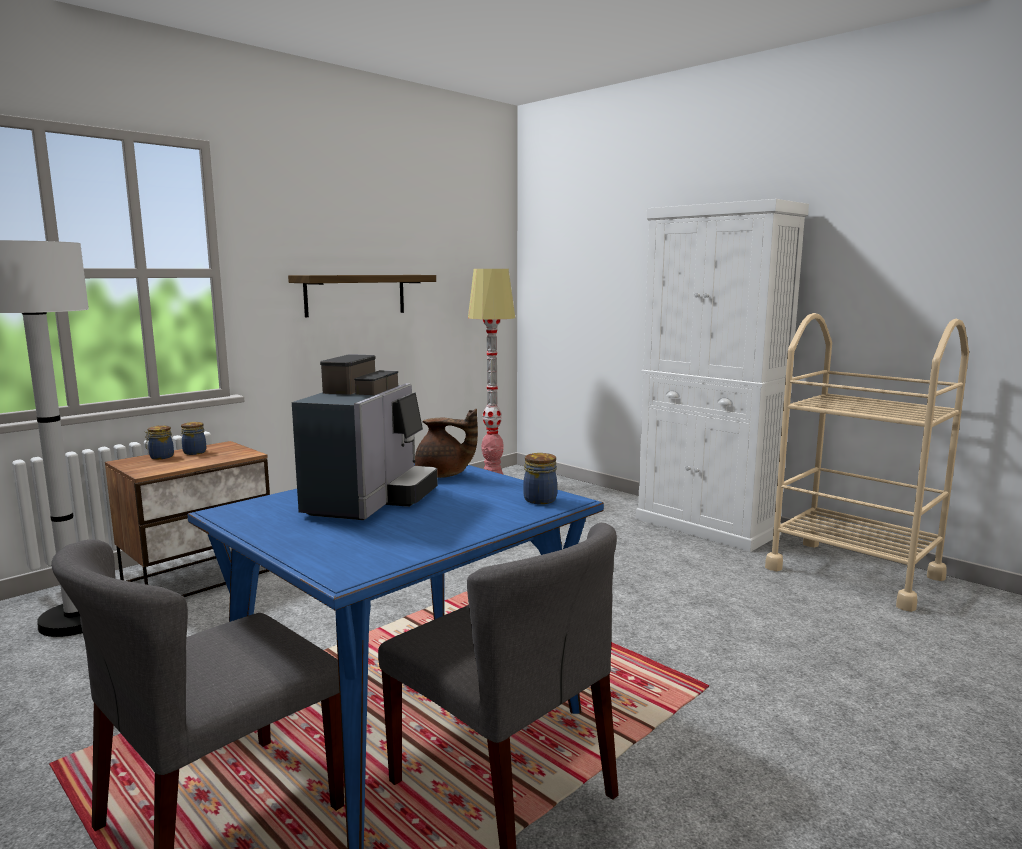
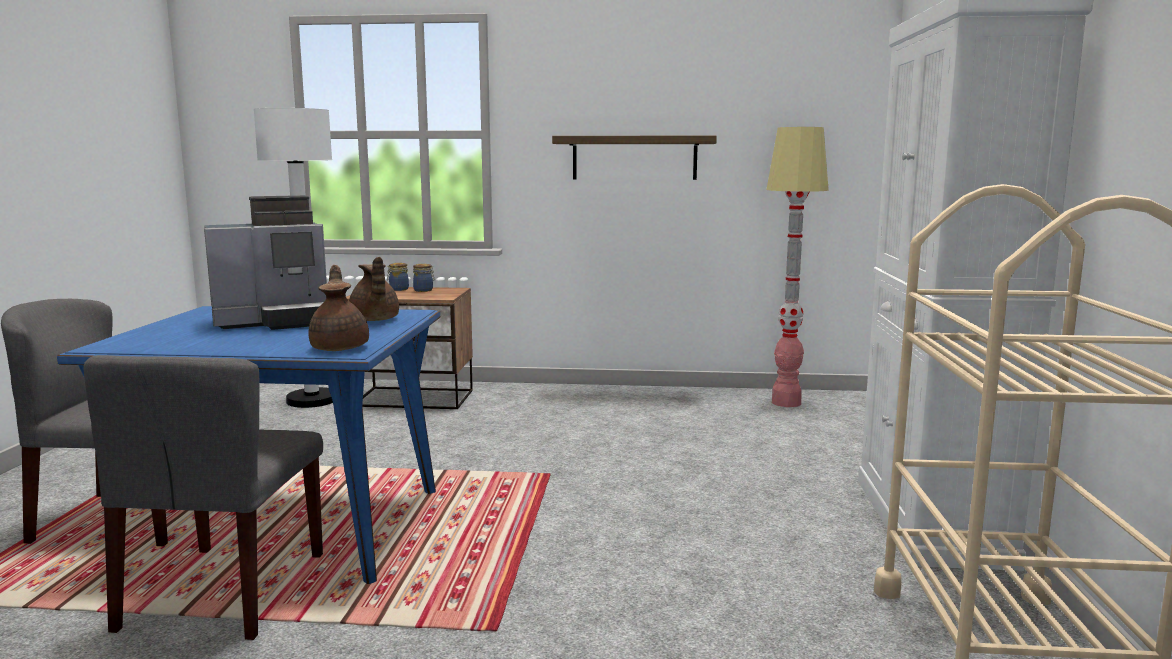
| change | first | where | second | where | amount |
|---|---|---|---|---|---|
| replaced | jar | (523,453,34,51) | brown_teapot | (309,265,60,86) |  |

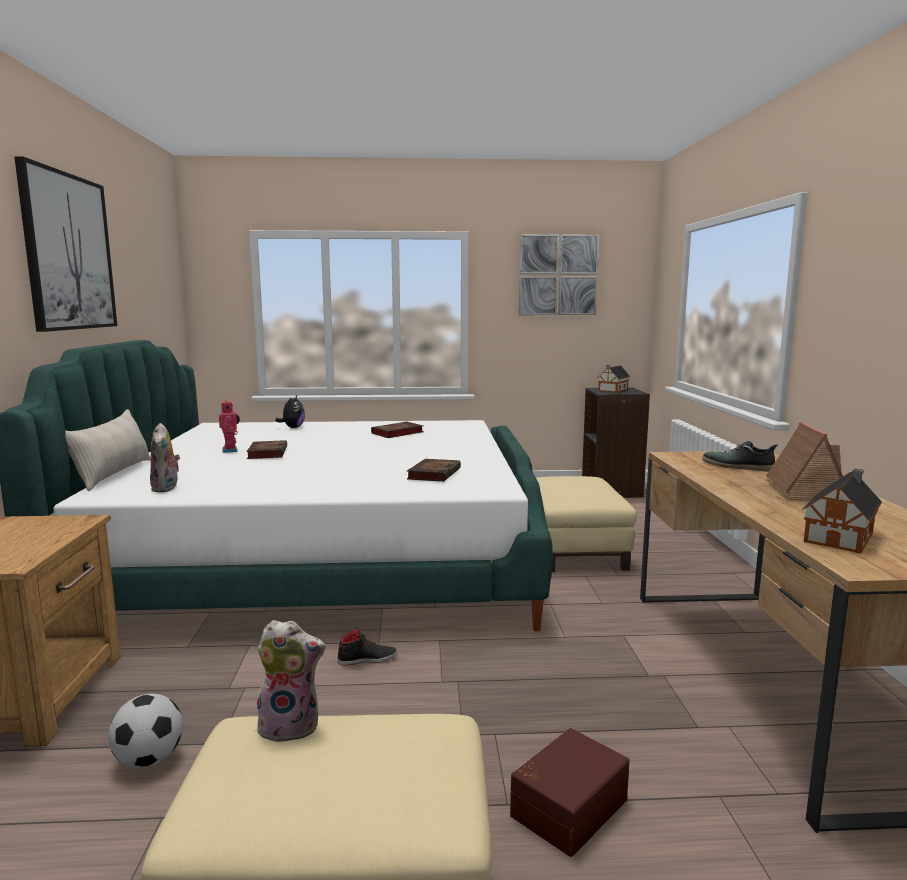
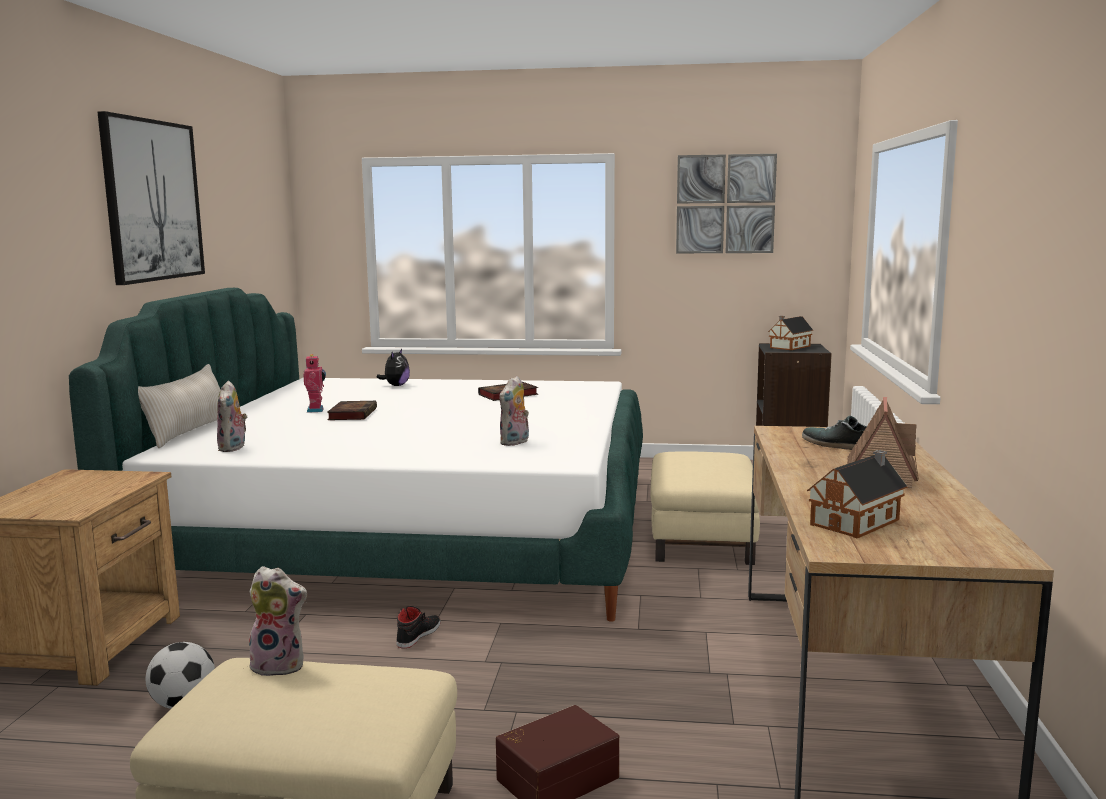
| change | first | where | second | where | amount |
|---|---|---|---|---|---|
| replaced | book | (407,459,54,23) | plush_toy | (499,376,30,70) |  |
| turned | black_shoe | (338,628,60,38) |  | (396,606,45,42) | 60 degrees counterclockwise |

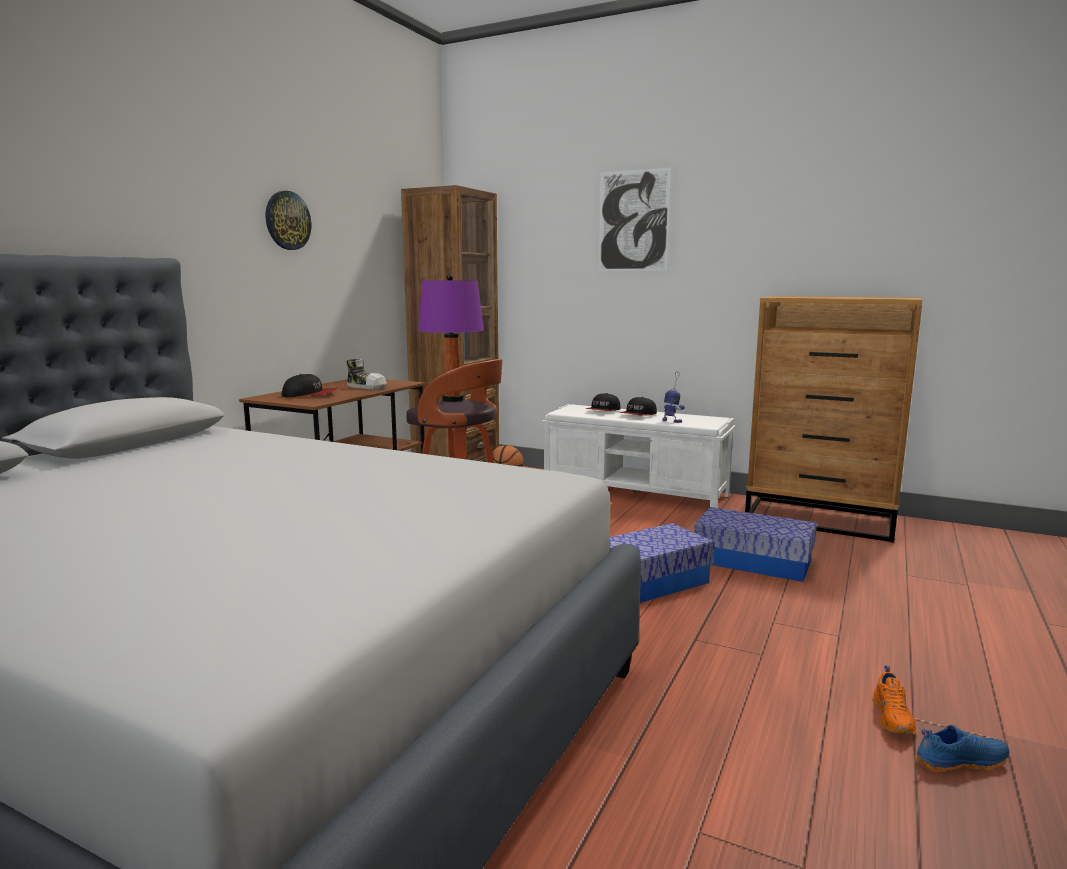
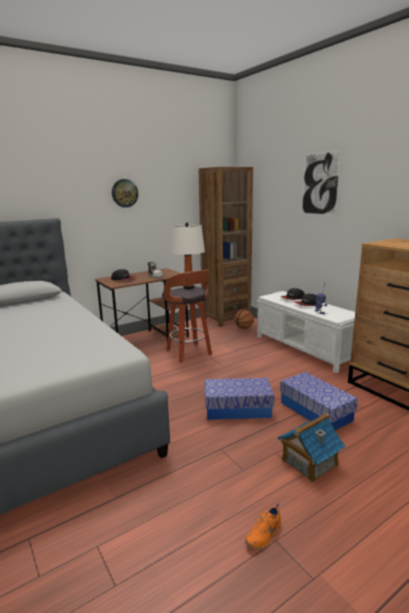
| change | first | where | second | where | amount |
|---|---|---|---|---|---|
| recoloured | purple_table_lamp | (418,274,66,128) | white_table_lamp | (171,222,34,67) |  |
| removed | blue_shoe | (915,725,94,48) |  |  |  |
| added |  |  | toy_house | (278,413,67,70) |  |

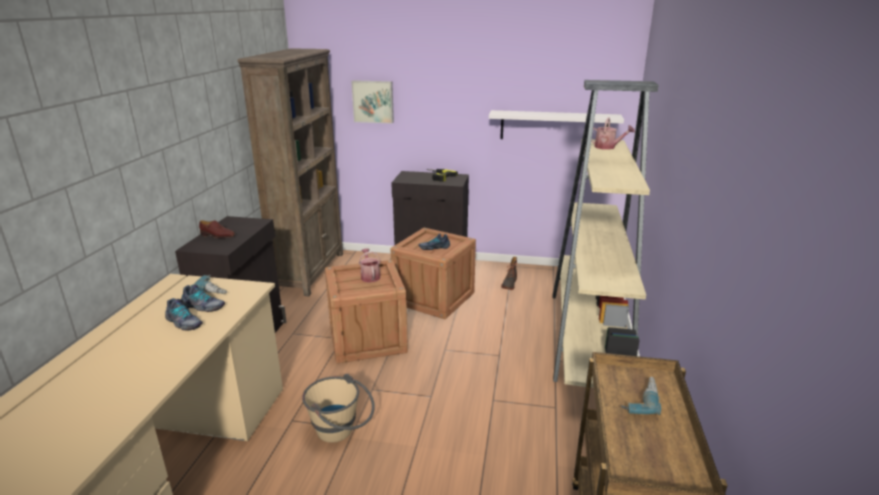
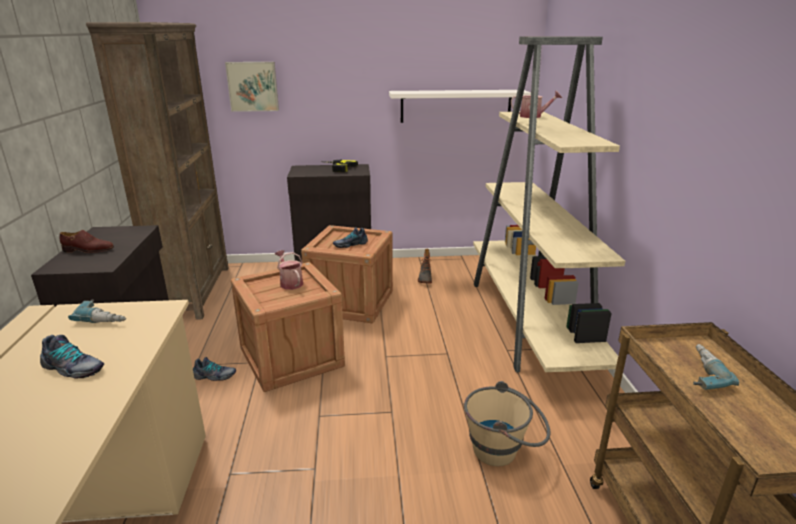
| change | first | where | second | where | amount |
|---|---|---|---|---|---|
| moved | shoe | (181,285,44,27) |  | (193,357,43,24) |  |
| moved | beige_bucket | (302,374,73,69) |  | (464,381,86,85) |  |

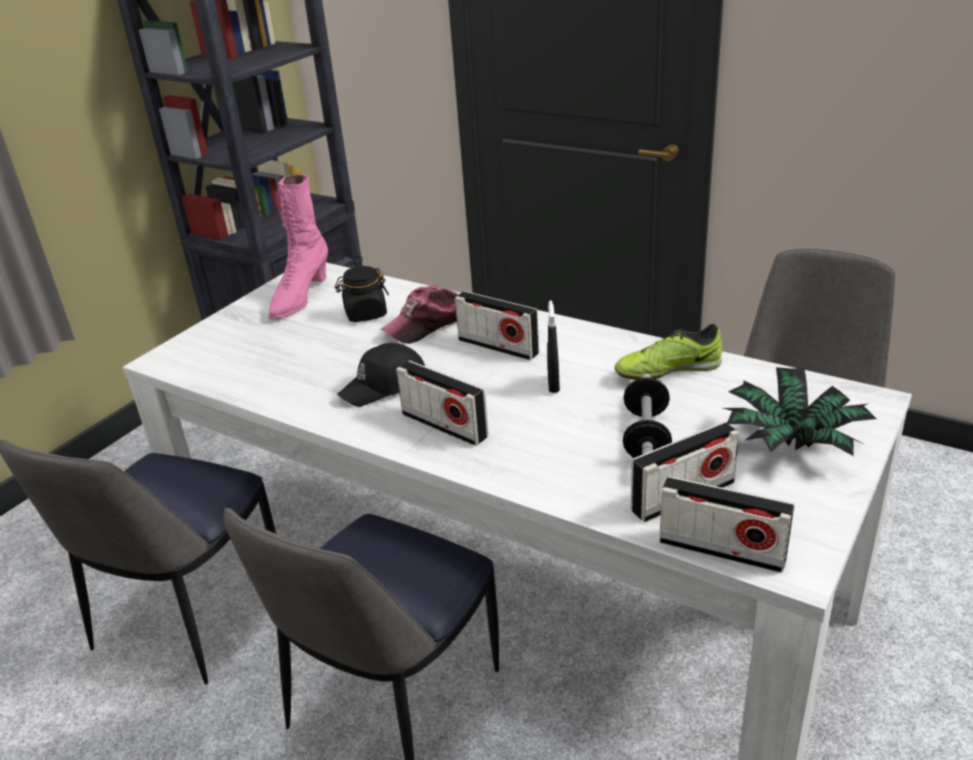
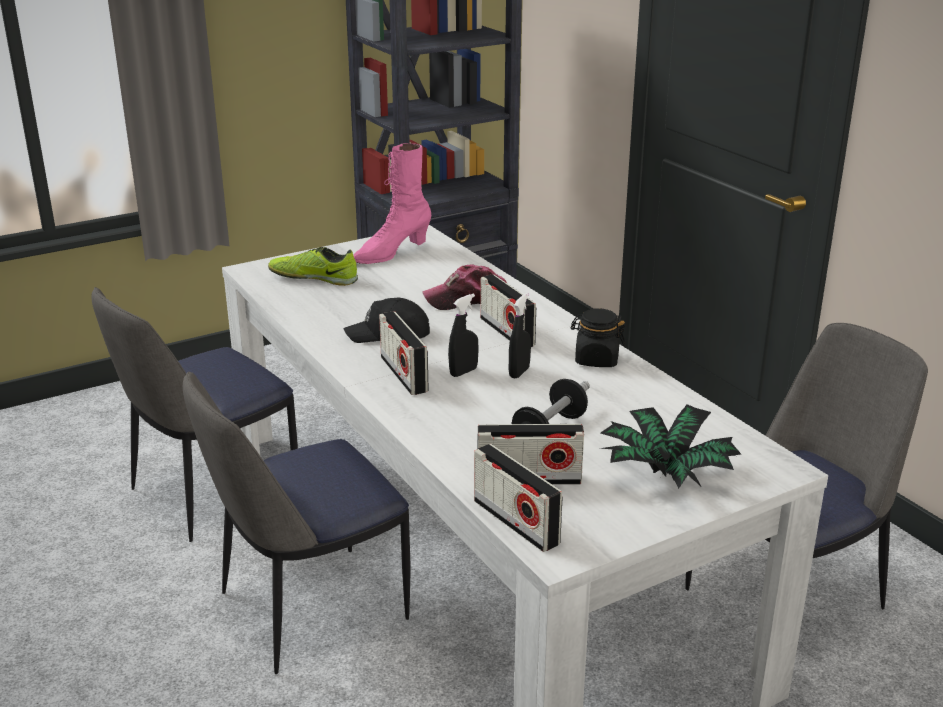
| change | first | where | second | where | amount |
|---|---|---|---|---|---|
| moved | black_jar | (335,266,54,56) |  | (570,308,56,59) |  |
| moved | shoe | (615,324,107,56) |  | (268,247,90,39) |  |
| added |  |  | black_spray_bottle | (448,294,31,83) |  |

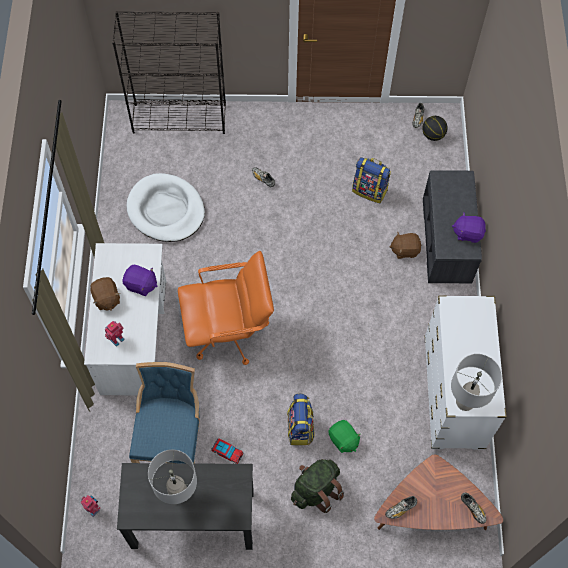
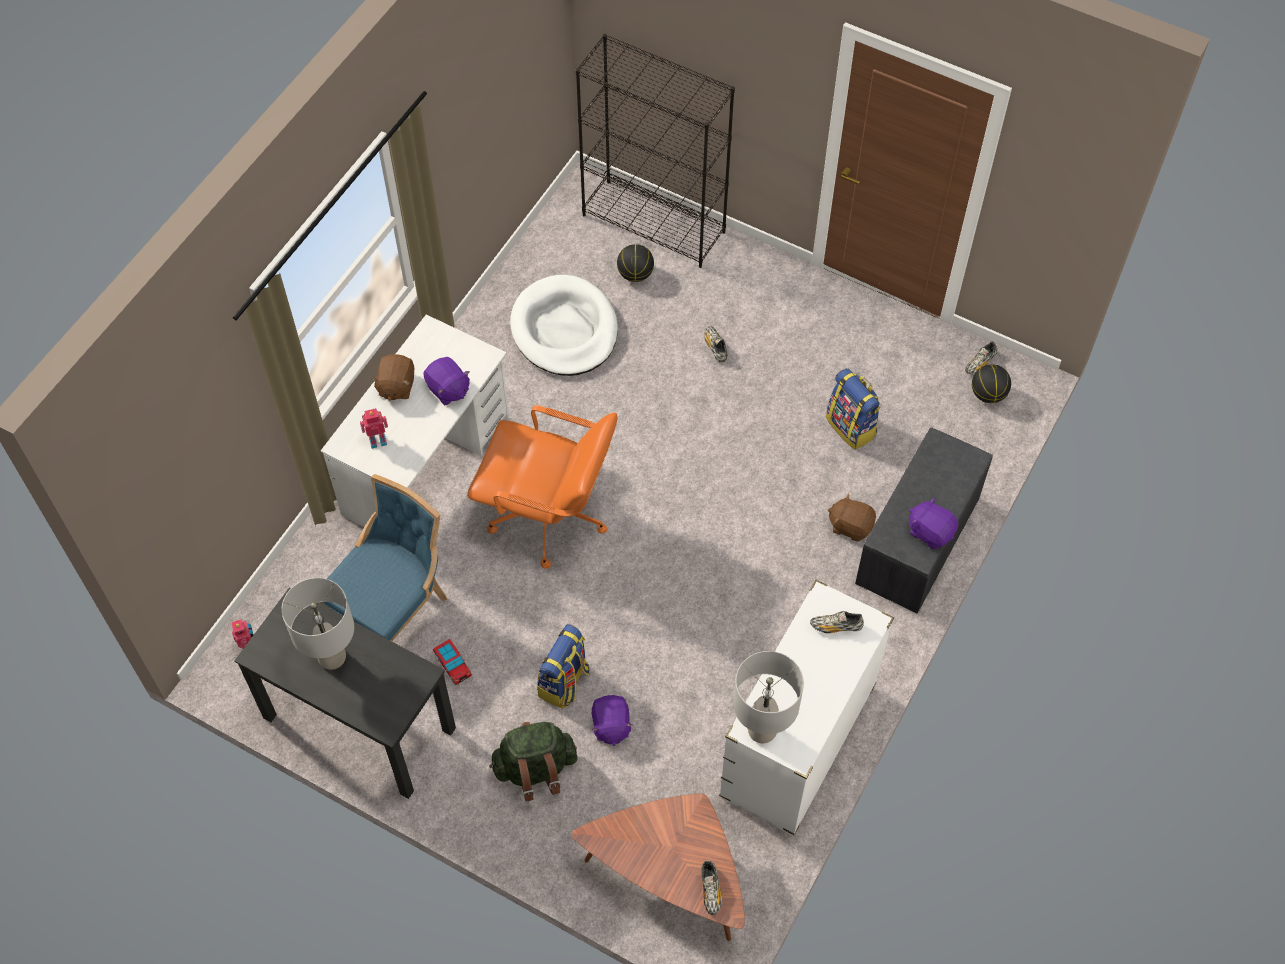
| change | first | where | second | where | amount |
|---|---|---|---|---|---|
| recoloured | green_plush_toy | (329,420,32,33) | purple_plush_toy | (592,695,41,51) |  |
| moved | shoe | (385,496,32,23) |  | (810,611,54,23) |  |
| added |  |  | basketball | (617,244,37,38) |  |

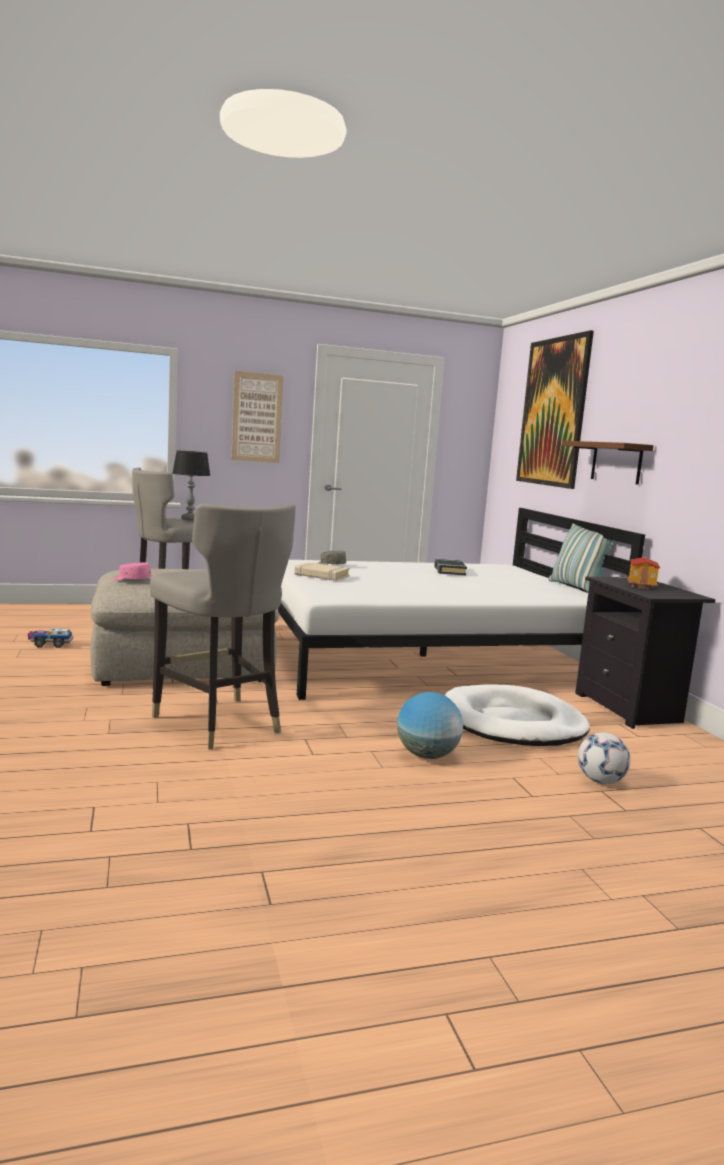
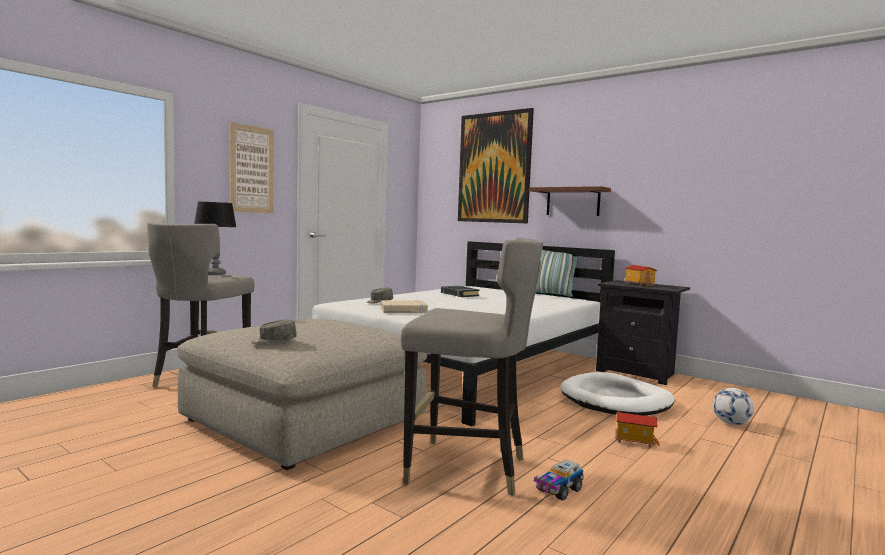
| change | first | where | second | where | amount |
|---|---|---|---|---|---|
| recoloured | pink_cap | (113,562,38,18) | grey_cap | (251,320,46,24) |  |
| moved | toy_truck | (28,628,45,20) |  | (534,459,50,42) |  |
| replaced | globe | (397,692,66,67) | toy_house | (615,412,45,35) |  |

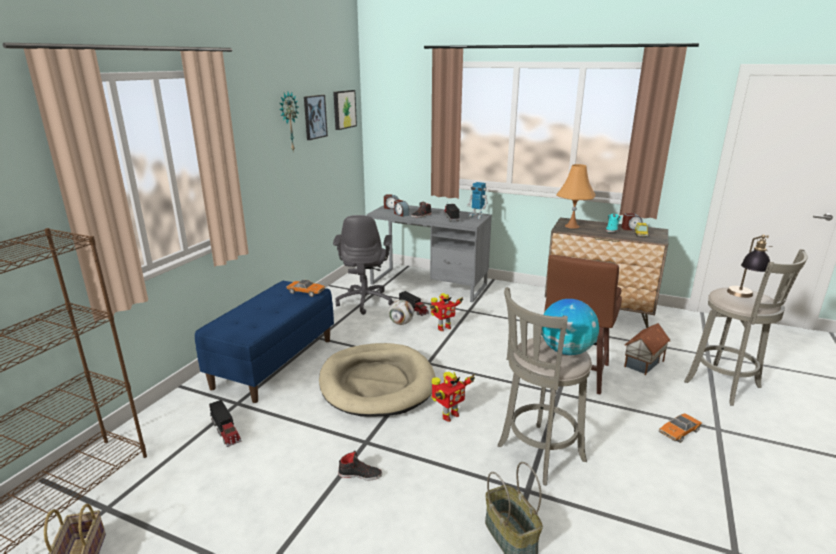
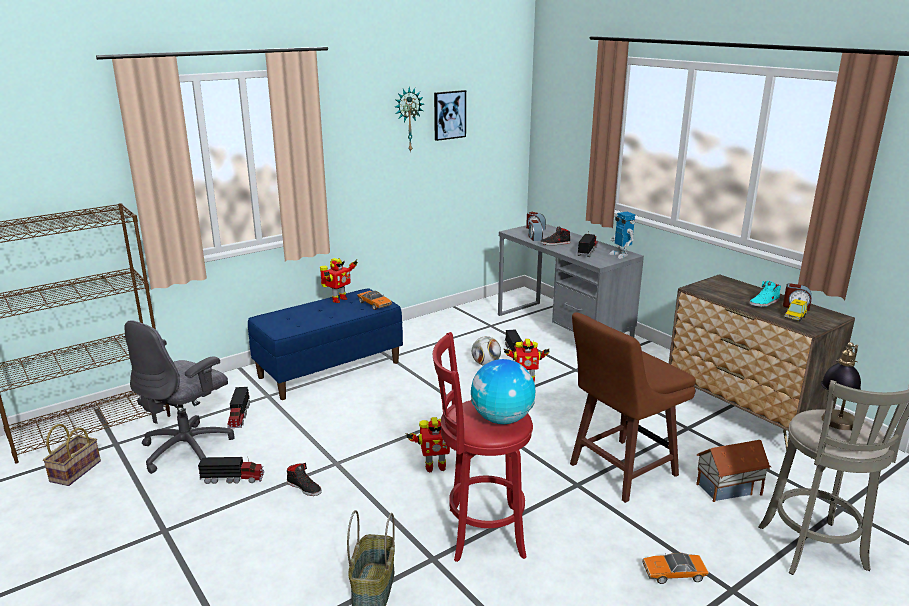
| change | first | where | second | where | amount |
|---|---|---|---|---|---|
| removed | picture | (333,90,24,40) |  |  |  |
| removed | orange_table_lamp | (556,164,40,65) |  |  |  |
| moved | grey_office_chair | (333,215,61,100) |  | (124,320,111,154) |  |
| recoloured | grey_stool | (498,287,94,198) | red_stool | (433,332,100,230) |  |
| removed | beige_dog_bed | (319,343,117,74) |  |  |  |
| added |  |  | toy_robot | (320,258,38,45) |  |
| added |  |  | toy_truck | (198,456,67,28) |  |

